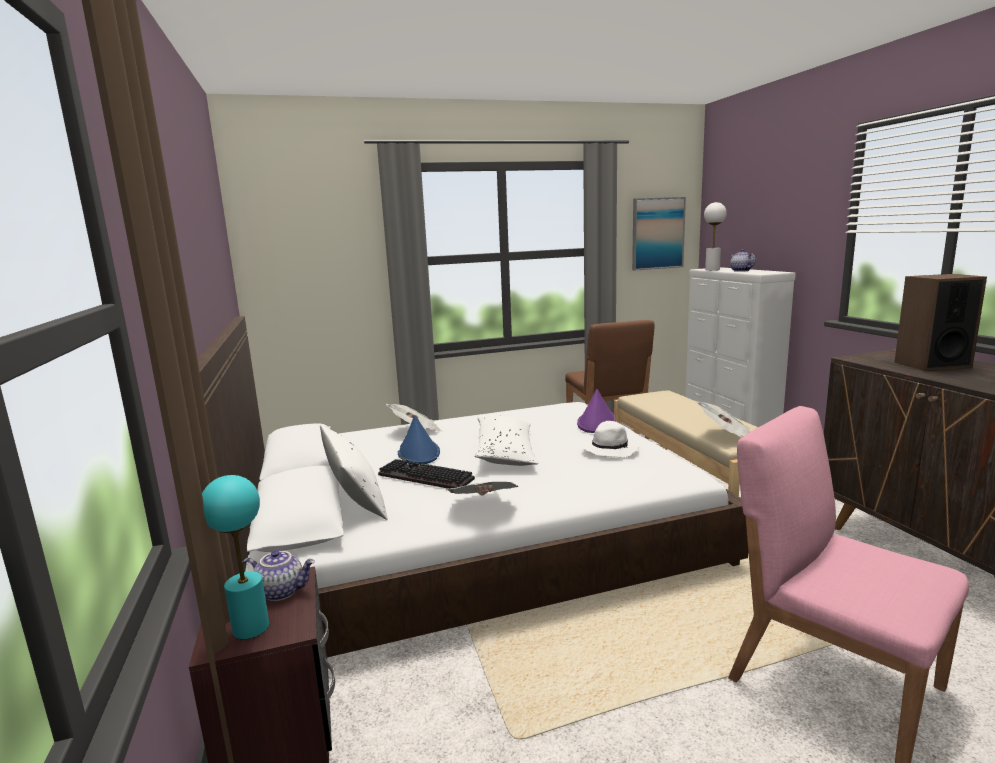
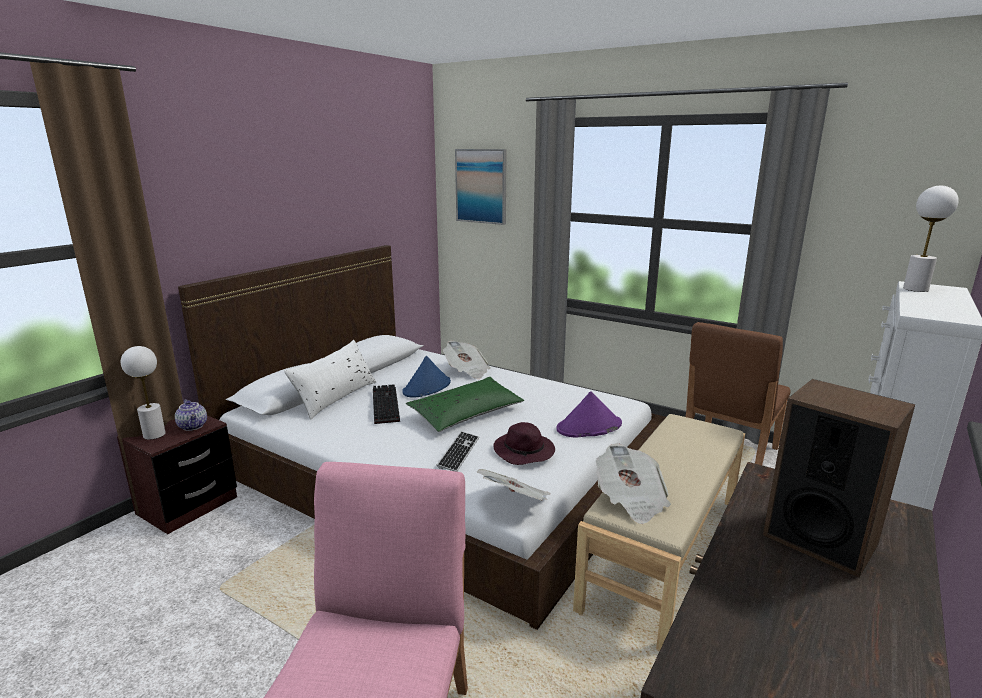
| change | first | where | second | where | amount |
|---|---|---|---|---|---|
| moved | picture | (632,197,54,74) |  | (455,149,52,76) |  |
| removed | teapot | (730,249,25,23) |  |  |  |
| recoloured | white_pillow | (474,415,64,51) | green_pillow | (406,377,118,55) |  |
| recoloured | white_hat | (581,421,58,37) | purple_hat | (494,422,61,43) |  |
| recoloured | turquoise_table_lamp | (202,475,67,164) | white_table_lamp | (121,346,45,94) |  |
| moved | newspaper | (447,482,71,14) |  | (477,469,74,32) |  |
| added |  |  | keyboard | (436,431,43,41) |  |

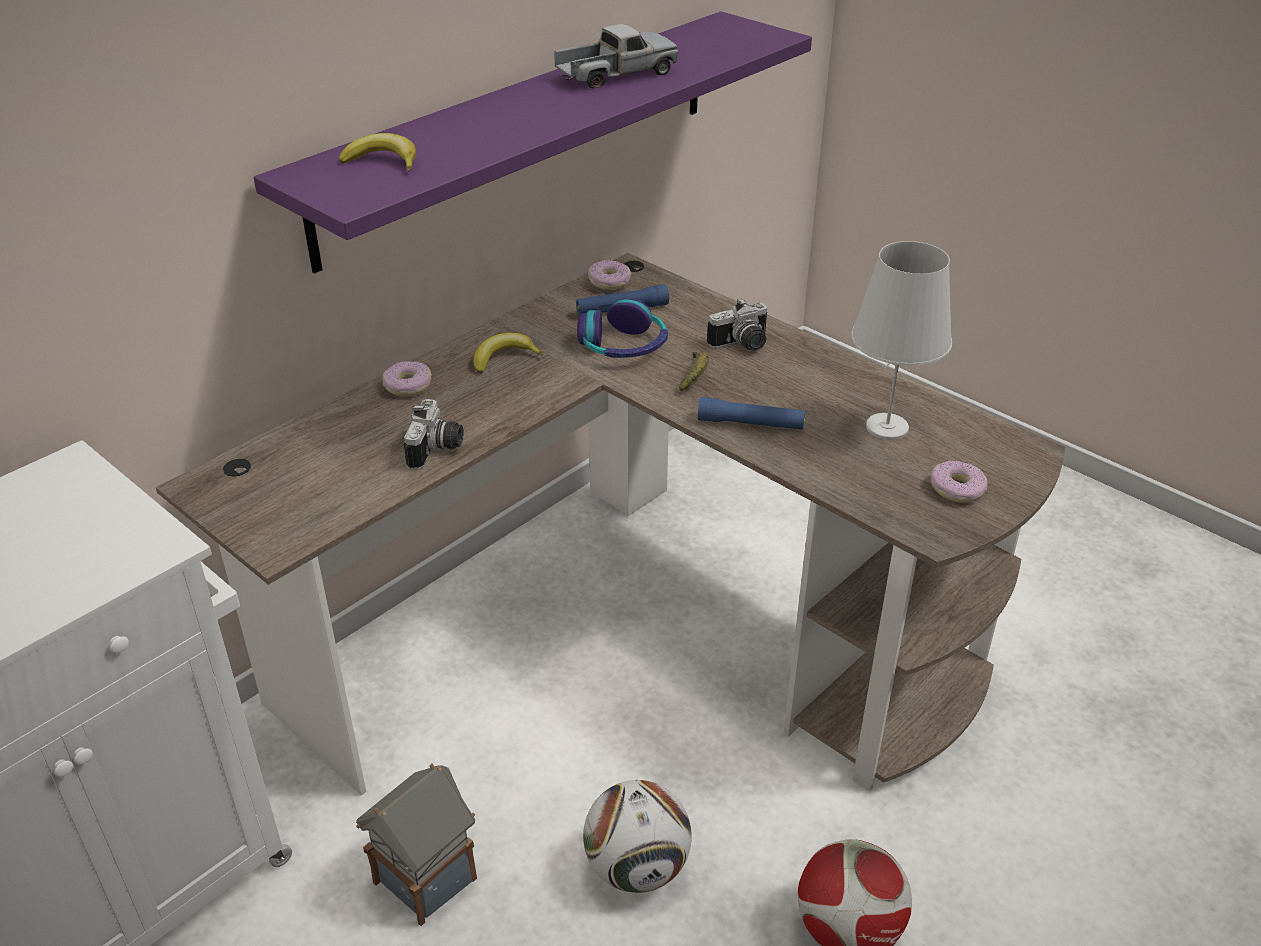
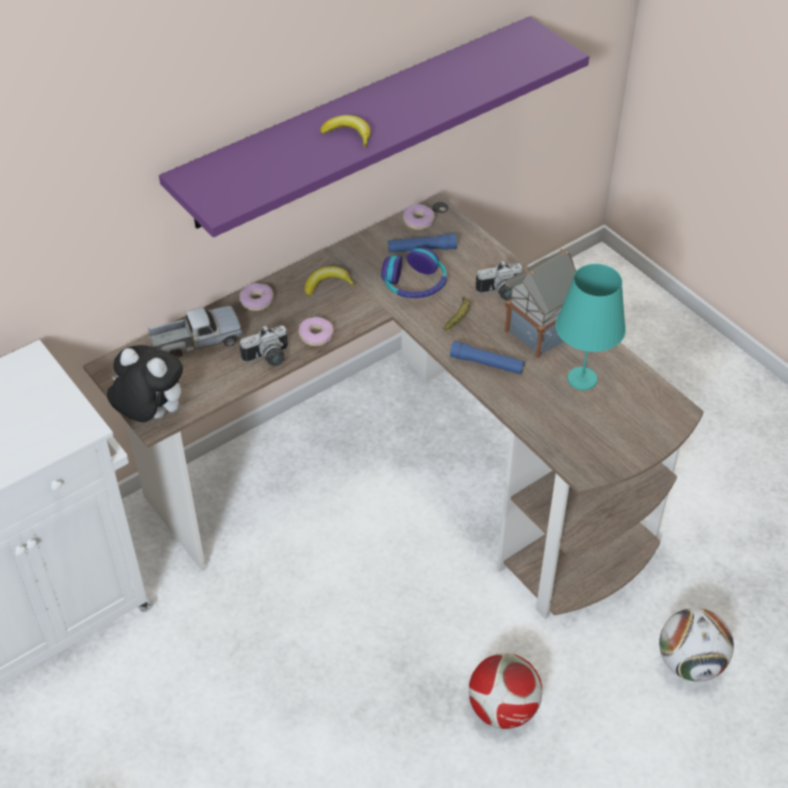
| change | first | where | second | where | amount |
|---|---|---|---|---|---|
| moved | toy_truck | (554,24,125,64) |  | (148,306,94,52) |  |
| moved | banana | (339,133,77,39) |  | (320,115,51,33) |  |
| recoloured | white_table_lamp | (851,241,101,199) | turquoise_table_lamp | (555,264,71,126) |  |
| turned | photo_camera | (404,399,59,71) |  | (240,325,48,41) | 45 degrees clockwise |
| moved | donut | (930,460,58,43) |  | (298,317,36,29) |  |
| moved | toy_house | (356,763,121,163) |  | (504,249,72,109) |  |
| moved | football | (583,780,109,113) |  | (659,608,75,73) |  |
| added |  |  | plush_toy | (107,345,76,77) |  |

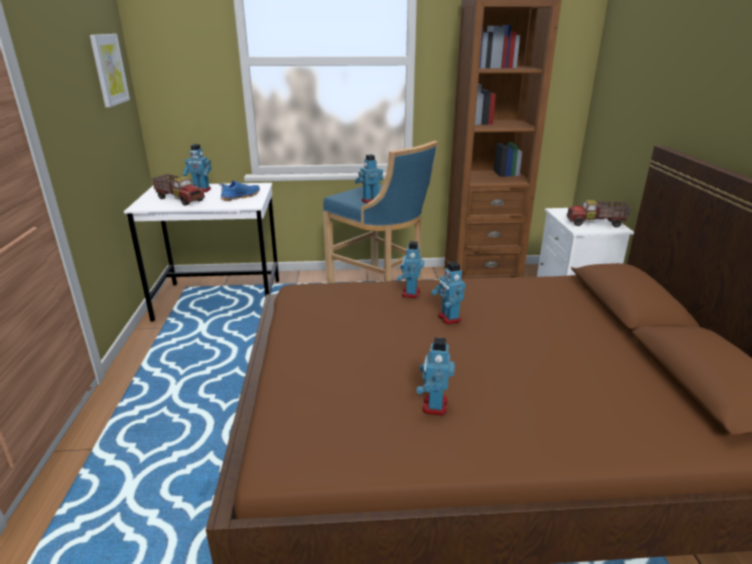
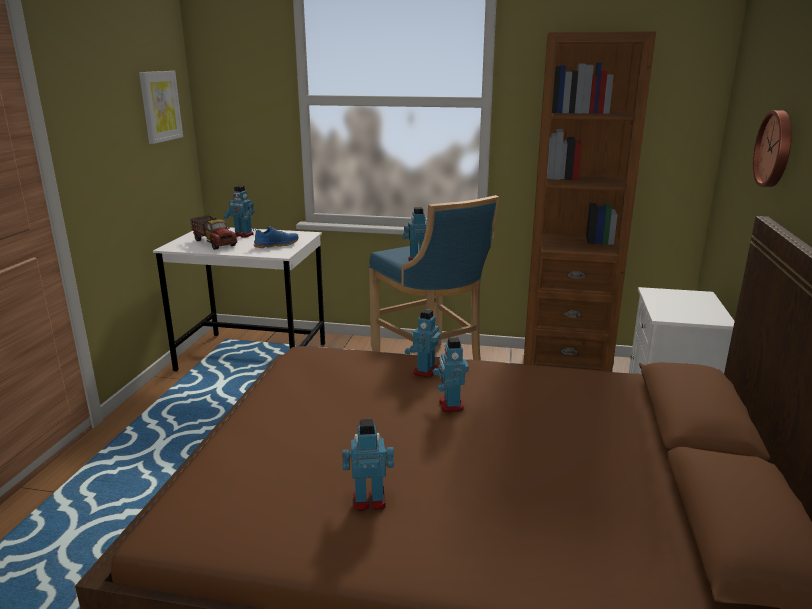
| change | first | where | second | where | amount |
|---|---|---|---|---|---|
| removed | toy_truck | (567,200,64,28) |  |  |  |
| turned | toy_robot | (416,337,39,79) |  | (342,419,52,92) | 60 degrees clockwise |
| added |  |  | wall_clock | (753,110,39,77) |  |

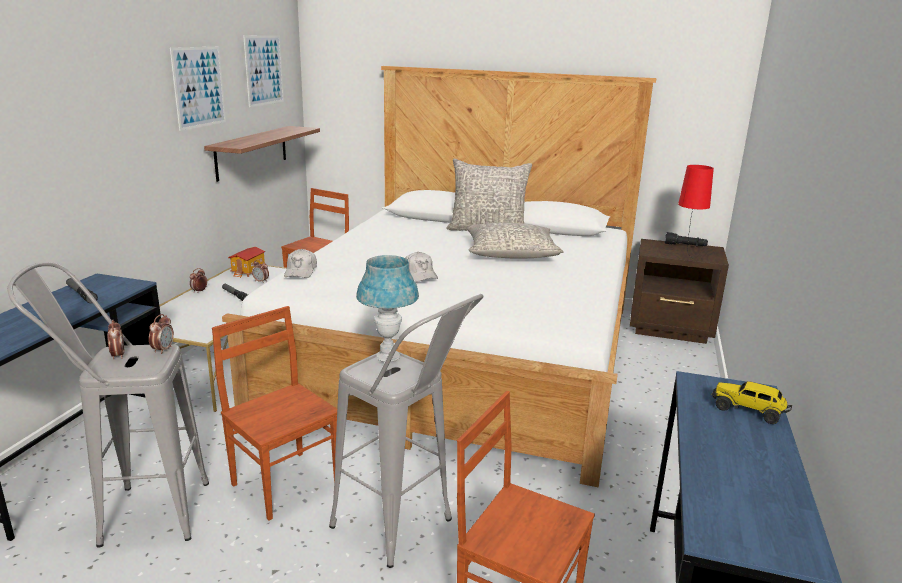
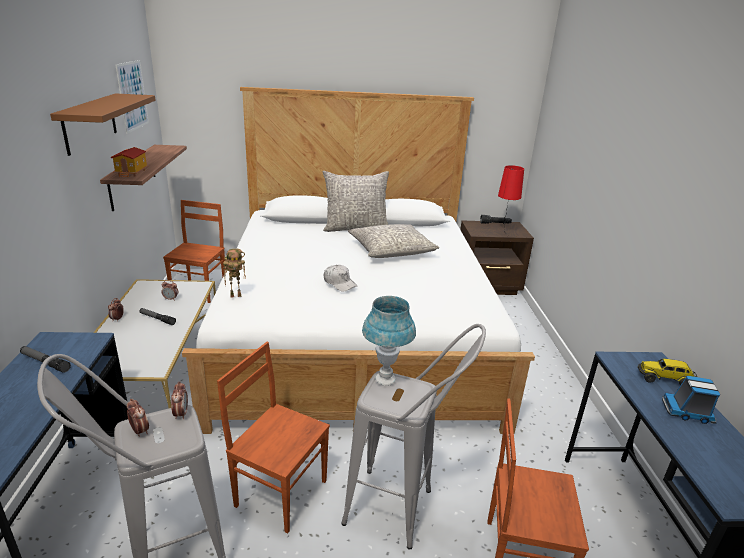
| change | first | where | second | where | amount |
|---|---|---|---|---|---|
| replaced | picture | (170,47,56,84) | brown_shelf | (50,94,106,62) |  |
| moved | toy_house | (228,247,37,31) |  | (111,147,37,30) |  |
| replaced | white_cap | (284,249,33,29) | toy_robot | (223,249,23,49) |  |
| added |  |  | toy_truck | (662,376,58,48) |  |

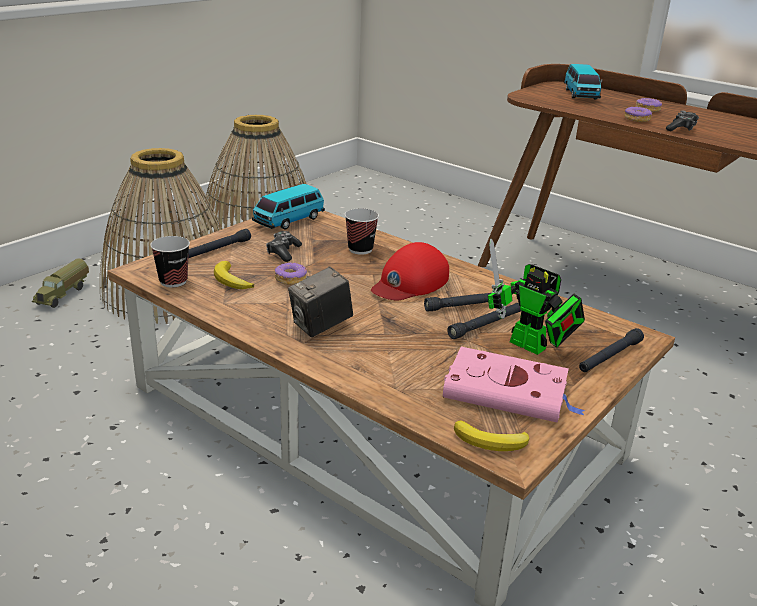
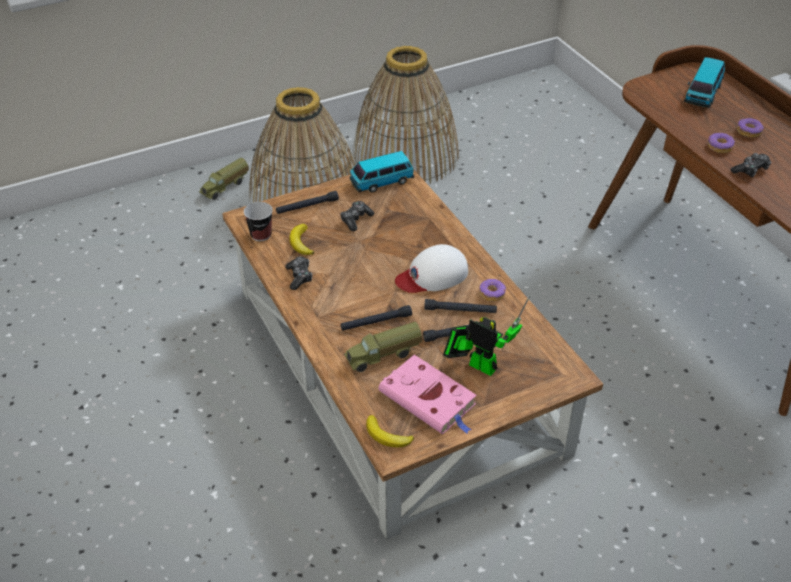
| change | first | where | second | where | amount |
|---|---|---|---|---|---|
| removed | cup | (345,208,34,47) |  |  |  |
| turned | toy_robot | (488,239,97,116) |  | (443,296,87,80) | 150 degrees clockwise |
| recoloured | red_cap | (371,242,78,58) | white_cap | (395,244,73,49) |  |
| moved | donut | (275,262,32,23) |  | (479,279,27,22) |  |
| removed | photo_camera | (288,267,65,70) |  |  |  |
| moved | black_flashlight | (579,328,65,44) |  | (341,305,71,26) |  |
| added |  |  | game_controller | (286,256,26,34) |  |
| added |  |  | toy_truck | (344,322,78,50) |  |

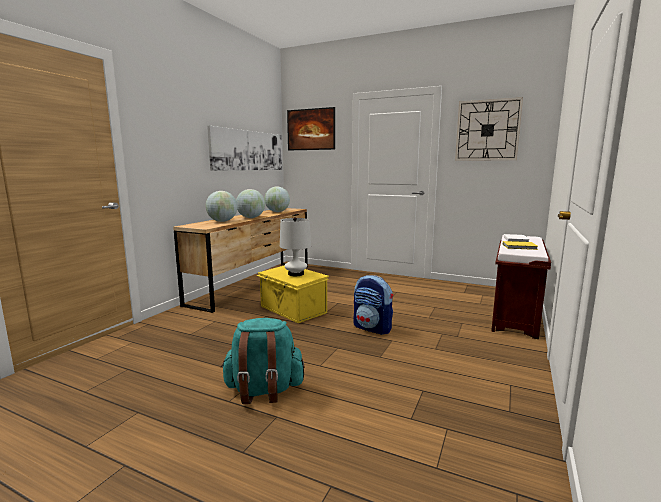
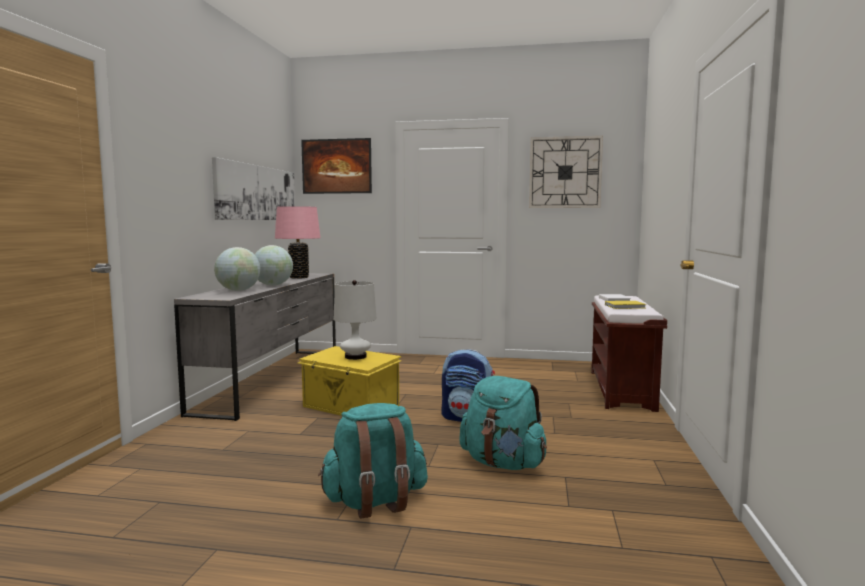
| change | first | where | second | where | amount |
|---|---|---|---|---|---|
| replaced | globe | (264,186,26,26) | pink_table_lamp | (275,206,46,73) |  |
| recoloured | brown_dresser | (173,208,135,105) | grey_dresser | (174,273,162,148) |  |
| added |  |  | turquoise_backpack | (459,376,88,94) |  |

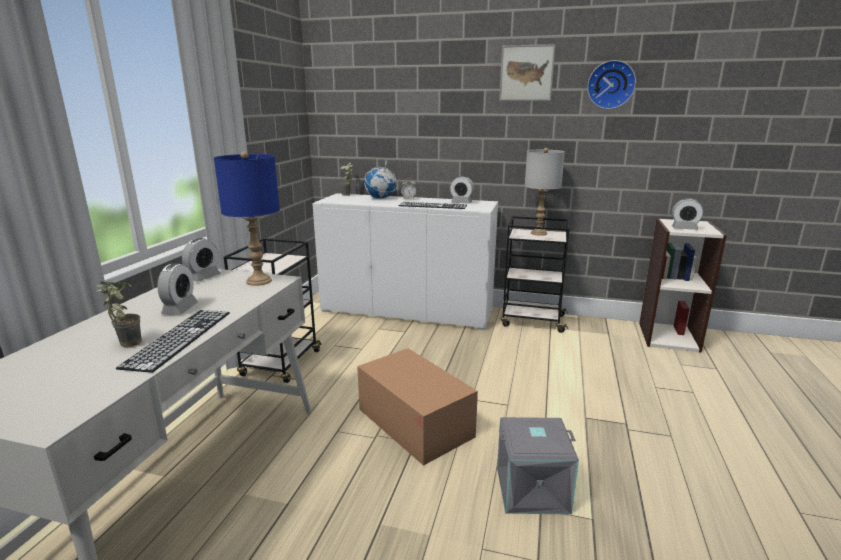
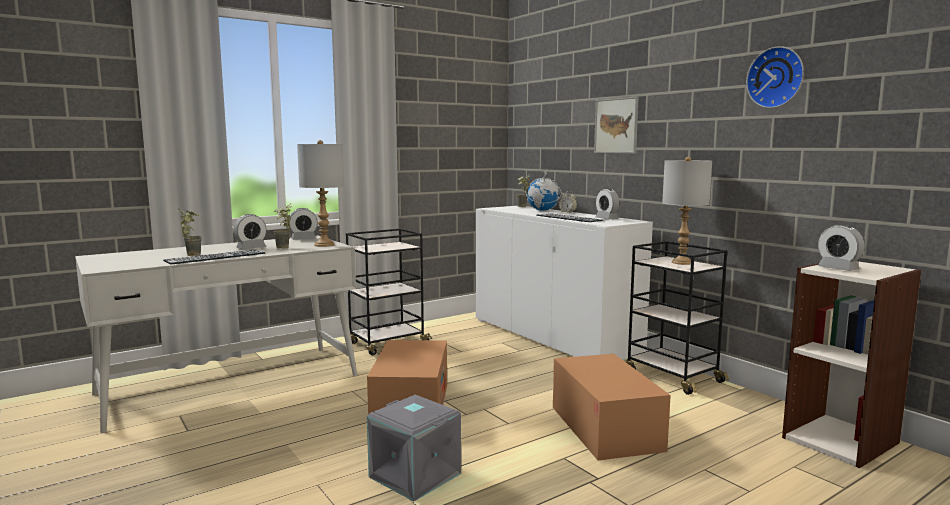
| change | first | where | second | where | amount |
|---|---|---|---|---|---|
| moved | picture | (499,44,57,57) |  | (594,97,45,57) |  |
| recoloured | blue_table_lamp | (214,151,66,135) | grey_table_lamp | (297,140,47,107) |  |
| added |  |  | potted_plant | (273,203,19,45) |  |
| added |  |  | cardboard_box | (553,354,118,106) |  |

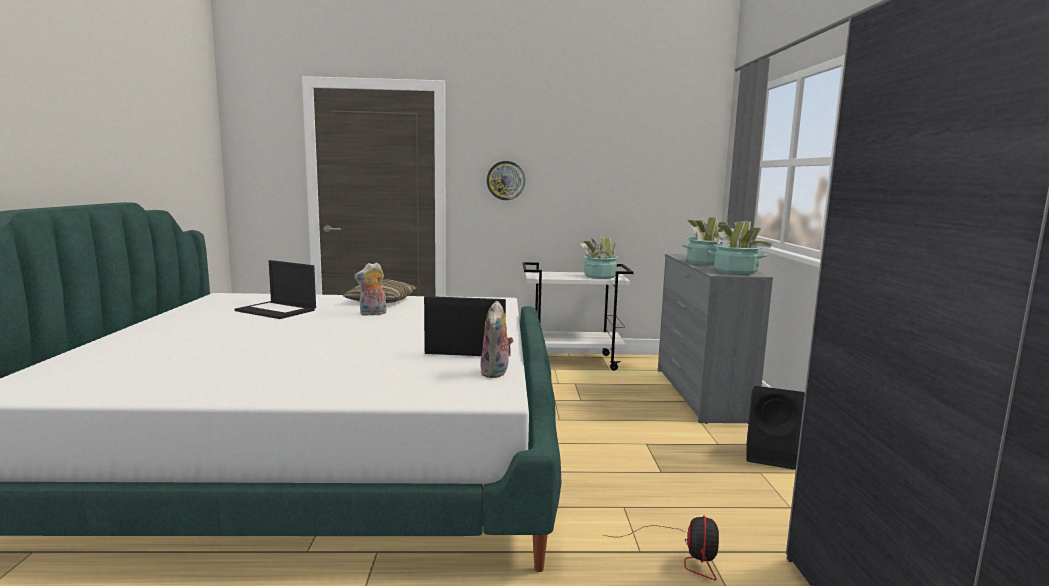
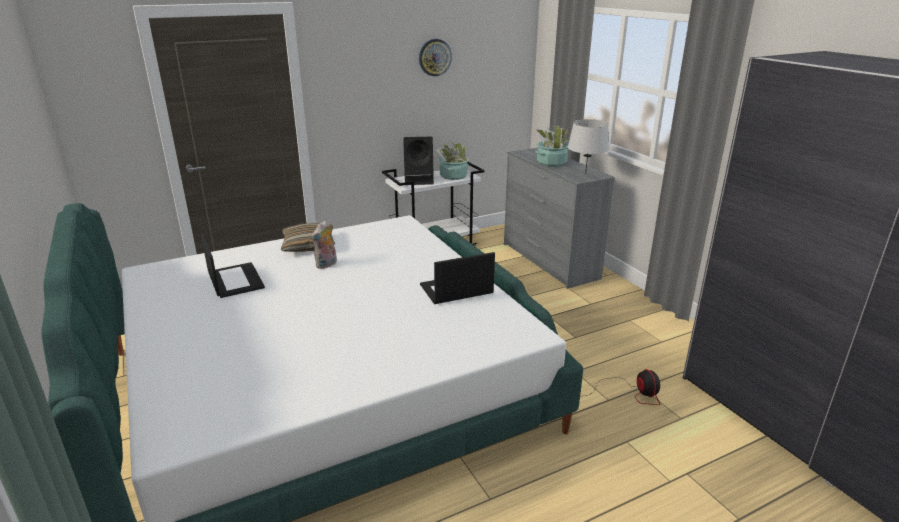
| change | first | where | second | where | amount |
|---|---|---|---|---|---|
| moved | wall_clock | (487,161,38,39) |  | (419,39,33,37) |  |
| replaced | potted_plant | (708,221,65,54) | grey_table_lamp | (567,119,42,55) |  |
| turned | laptop | (235,260,81,59) |  | (201,234,64,64) | 120 degrees counterclockwise |
| removed | plush_toy | (480,301,34,77) |  |  |  |
| moved | black_speaker | (747,386,58,84) |  | (403,137,31,48) |  |

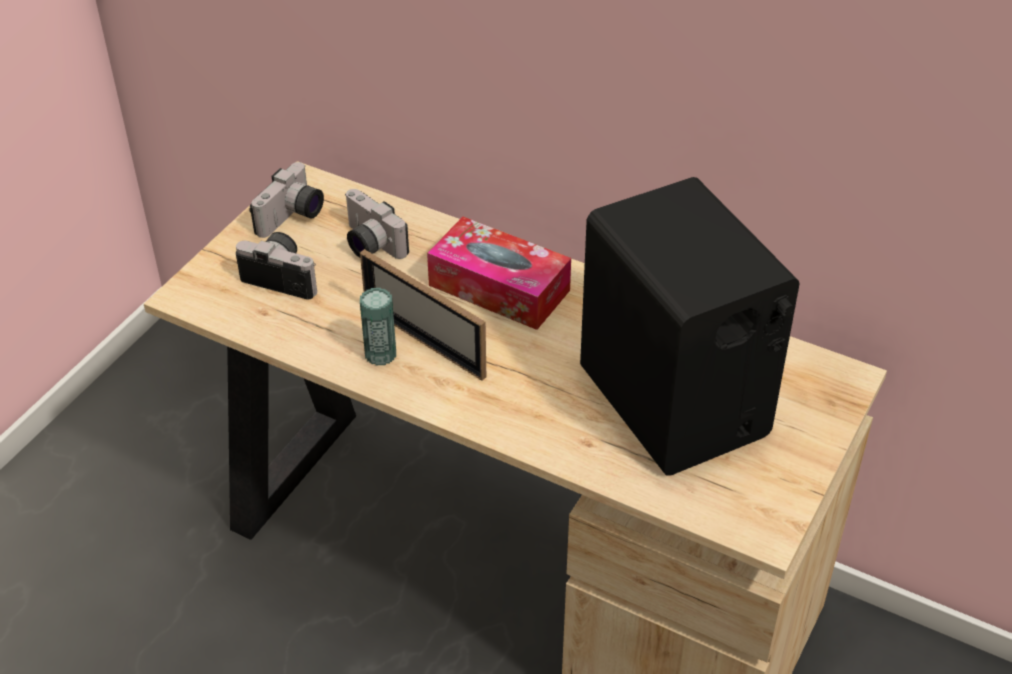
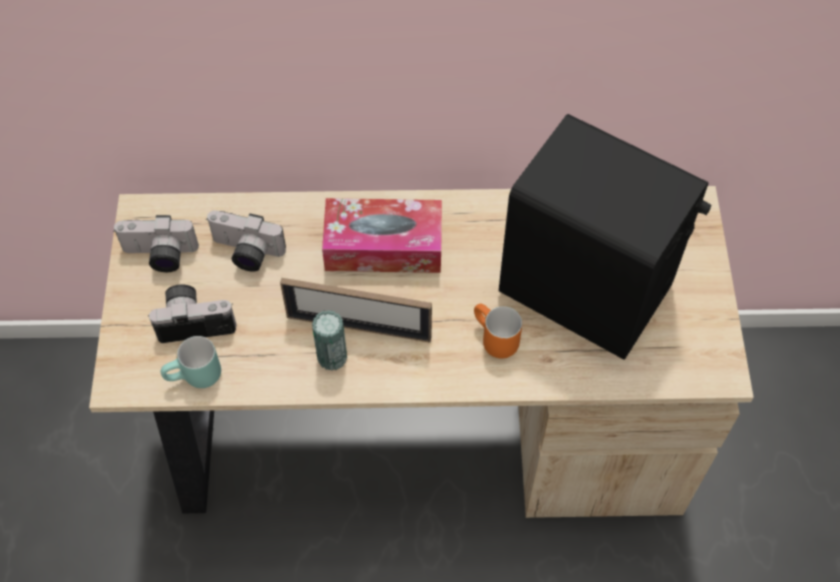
| change | first | where | second | where | amount |
|---|---|---|---|---|---|
| turned | photo_camera | (249,162,75,76) |  | (113,215,86,57) | 90 degrees clockwise |
| added |  |  | orange_mug | (474,304,48,55) |  |
| added |  |  | turquoise_mug | (161,336,60,52) |  |

